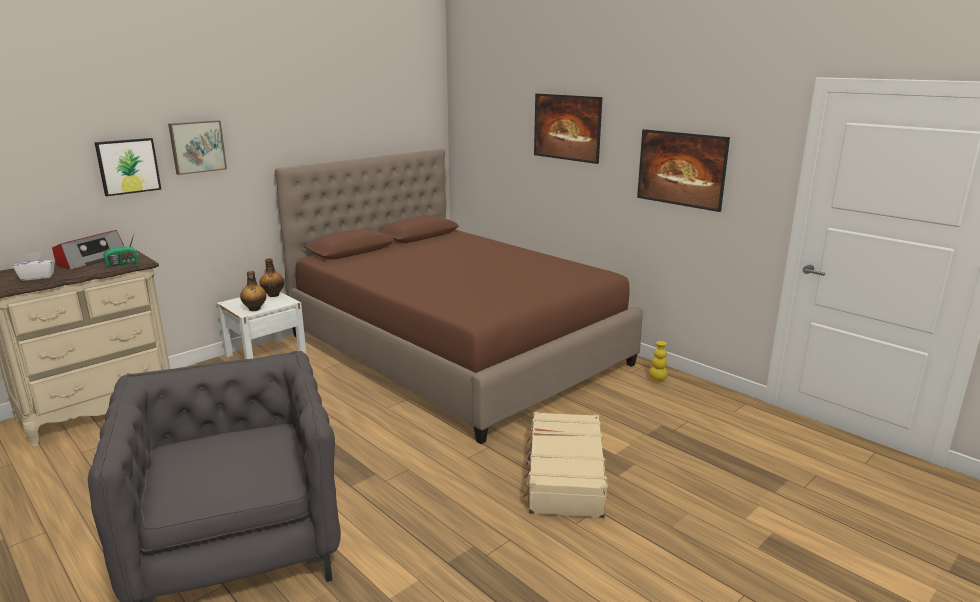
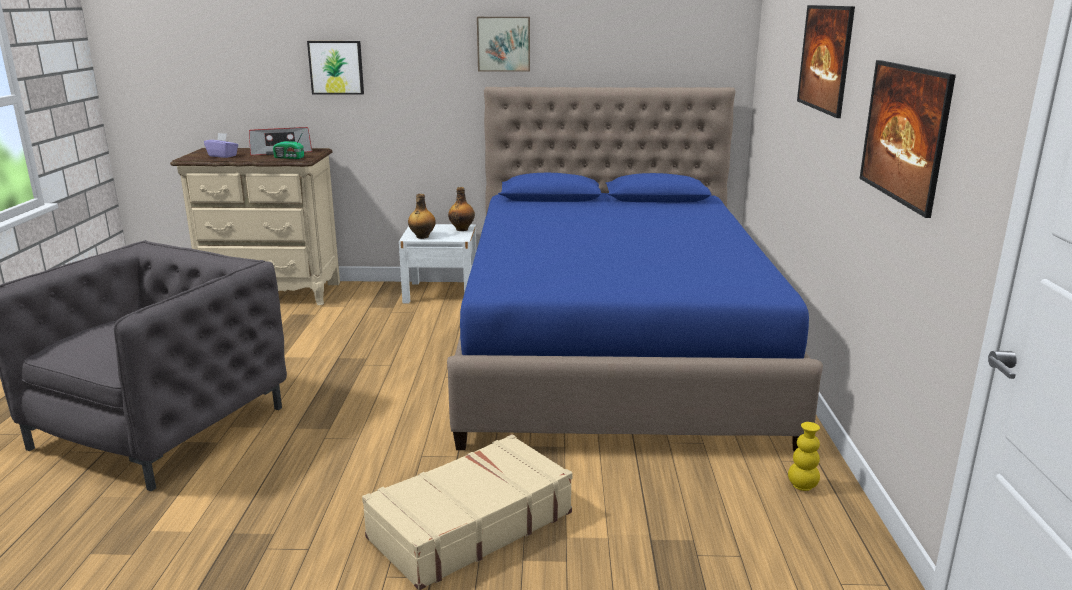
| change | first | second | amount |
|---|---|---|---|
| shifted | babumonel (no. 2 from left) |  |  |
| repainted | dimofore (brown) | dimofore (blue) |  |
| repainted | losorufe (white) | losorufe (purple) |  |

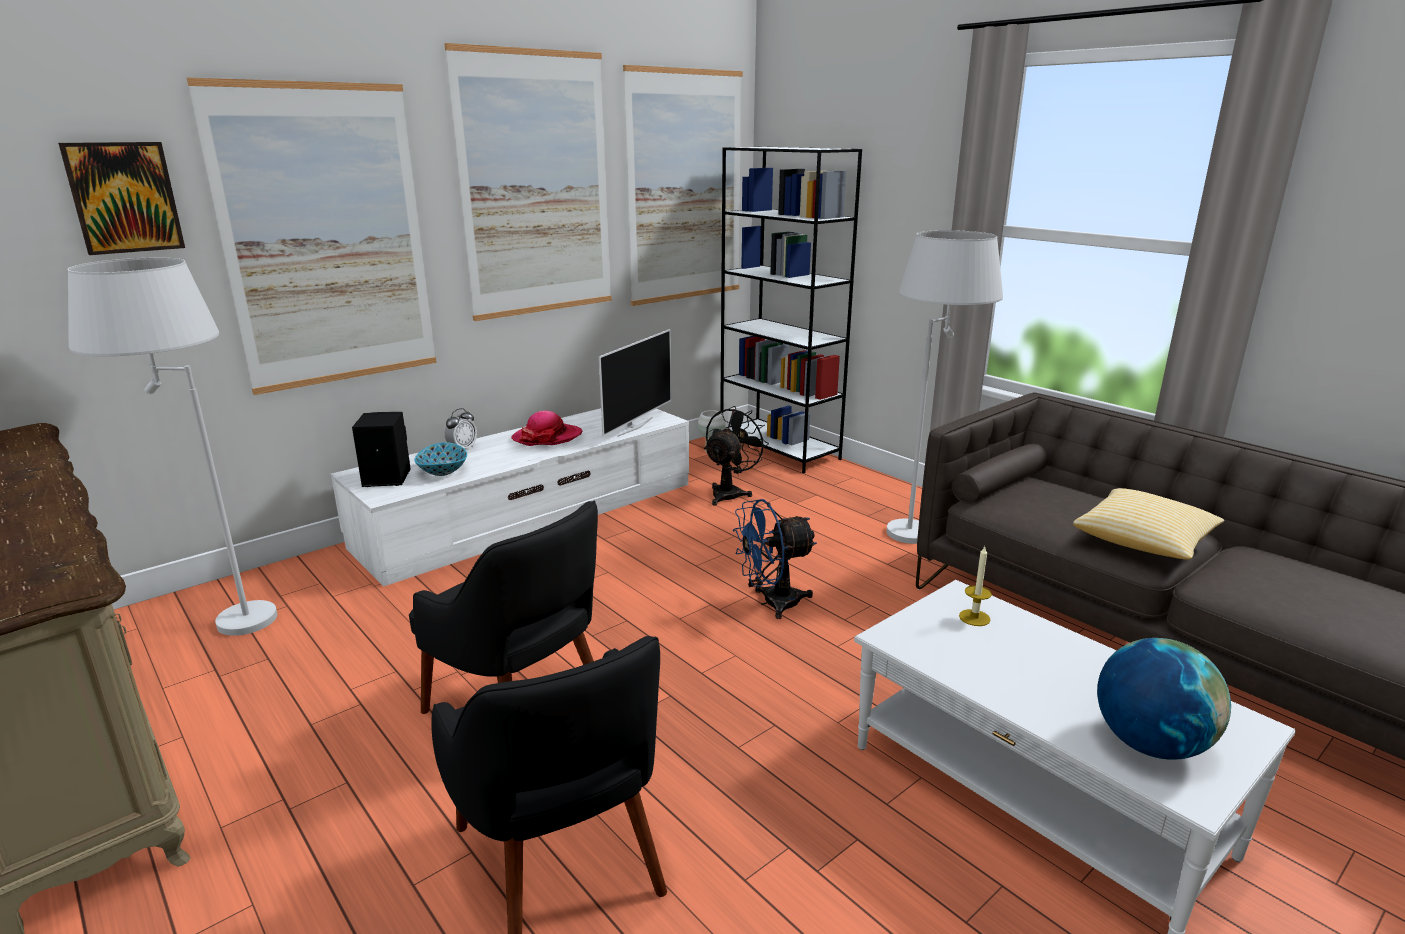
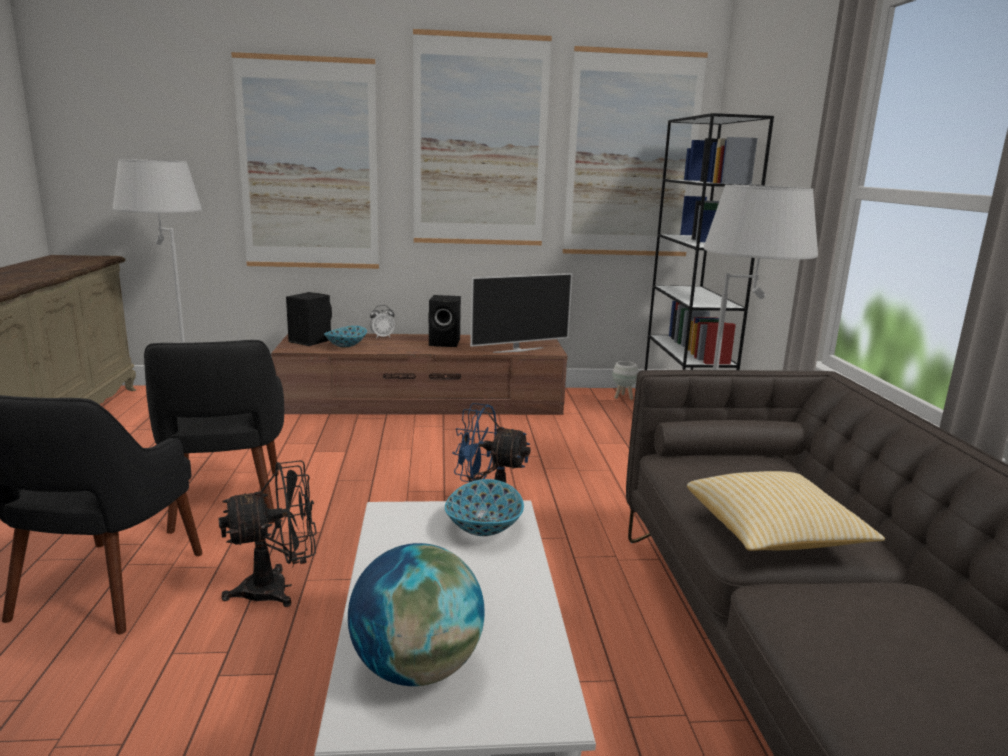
| change | first | second | amount |
|---|---|---|---|
| gone | babumonel (no. 1 from left) |  |  |
| shifted | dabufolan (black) |  |  |
| repainted | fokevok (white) | fokevok (brown) |  |
| swapped | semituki | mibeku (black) (no. 2 from left) |  |
| swapped | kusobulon | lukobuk (no. 2 from left) |  |

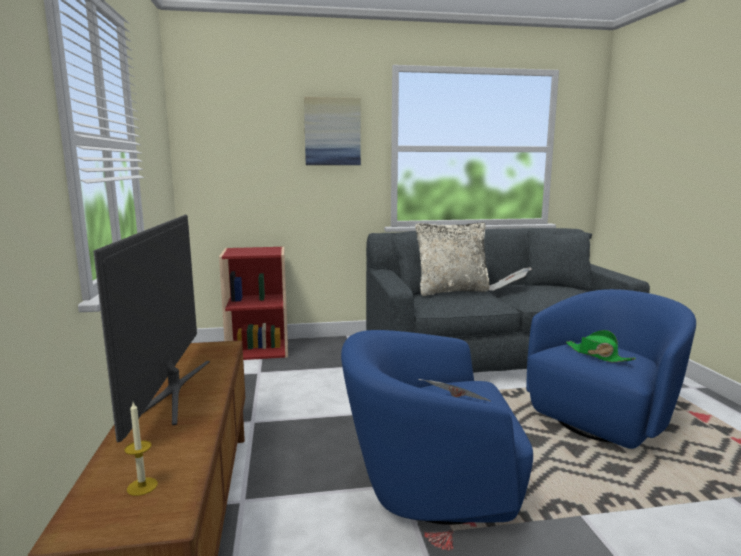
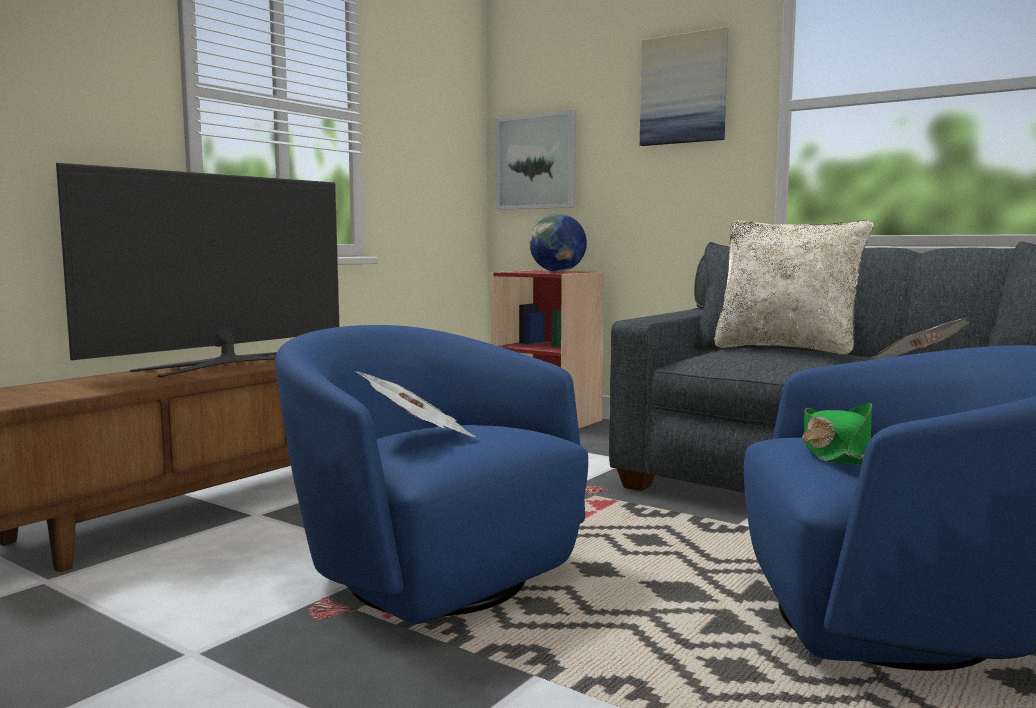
| change | first | second | amount |
|---|---|---|---|
| gone | kusobulon |  |  |
| new |  | babumonel (no. 1 from left) |  |
| new |  | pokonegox |  |

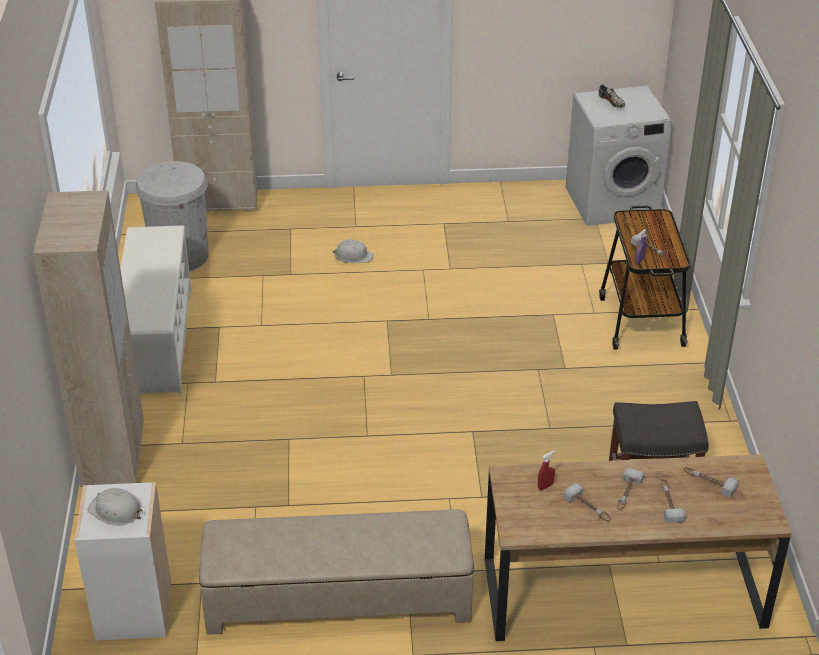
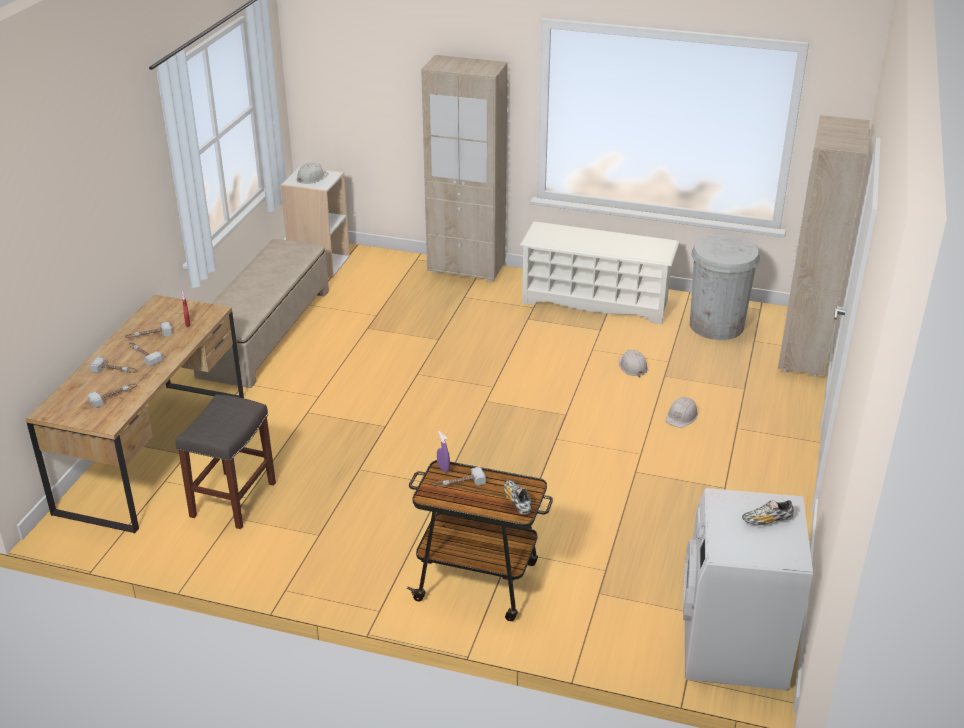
| change | first | second | amount |
|---|---|---|---|
| new |  | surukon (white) (no. 2 from left) |  |
| new |  | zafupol (no. 1 from left) |  |

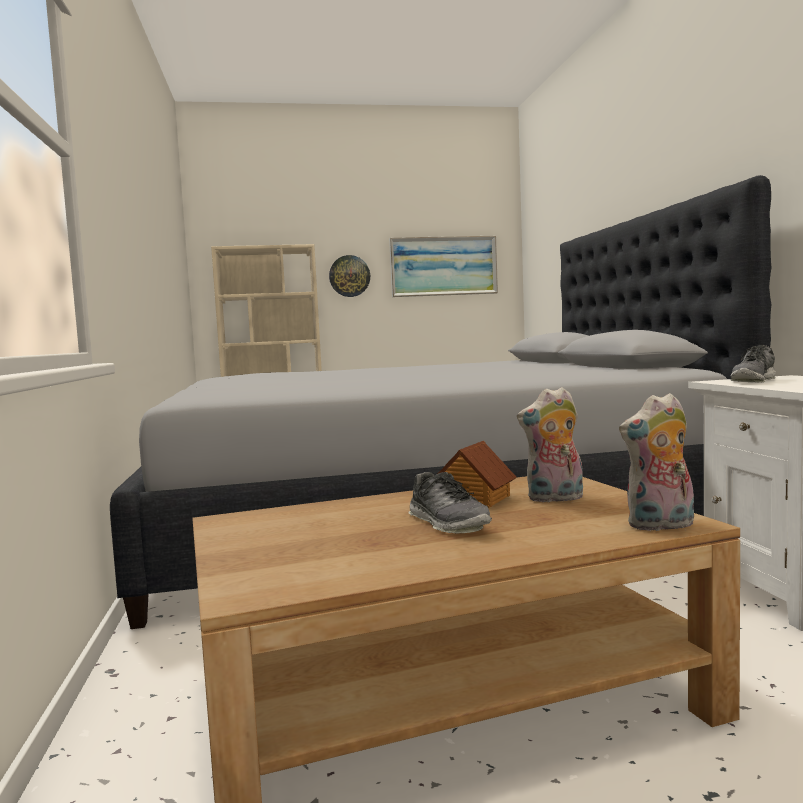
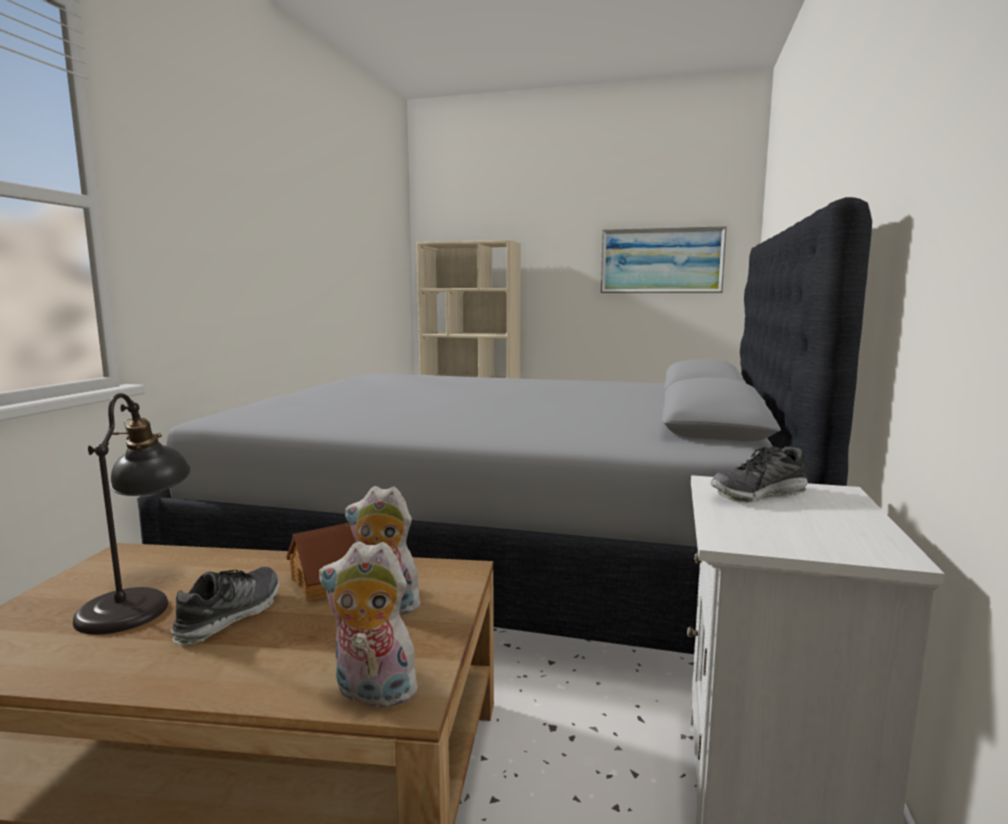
| change | first | second | amount |
|---|---|---|---|
| gone | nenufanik |  |  |
| rotated | zafupol (no. 1 from left) |  | 150 degrees counterclockwise |
| new |  | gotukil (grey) |  |

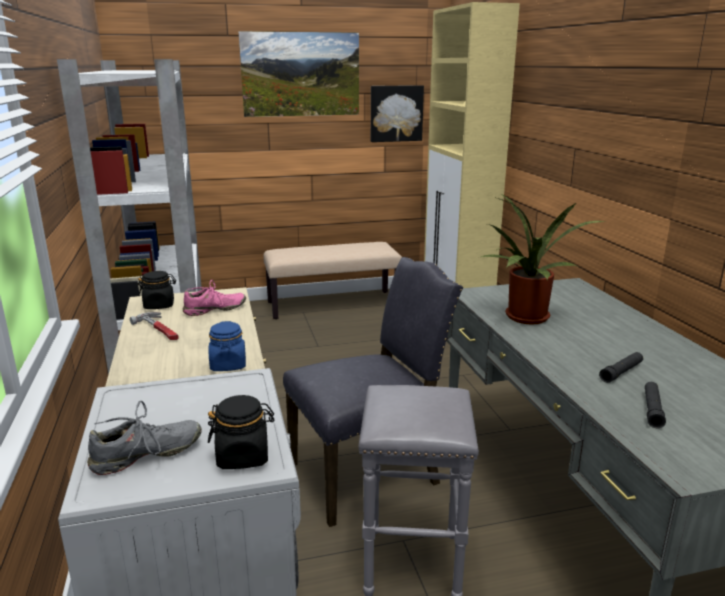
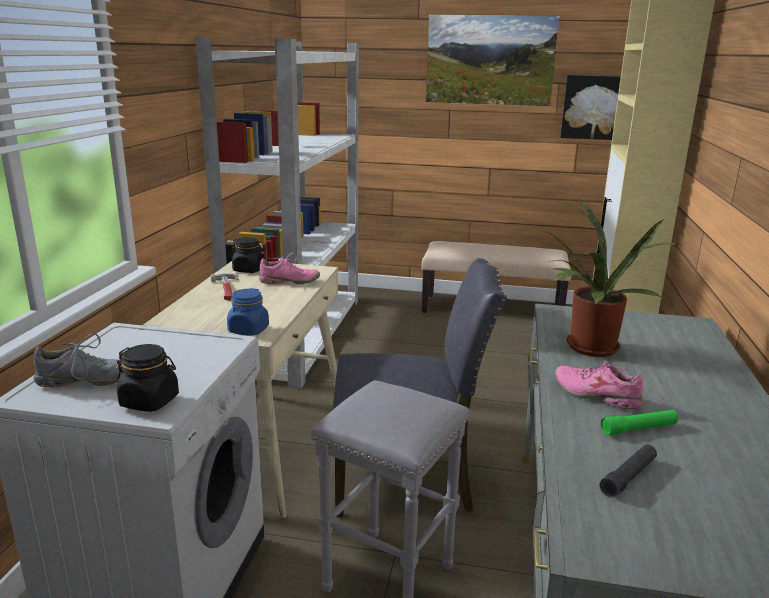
| change | first | second | amount |
|---|---|---|---|
| repainted | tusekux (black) (no. 1 from left) | tusekux (green) |  |
| new |  | zafupol (pink) (no. 2 from left) |  |

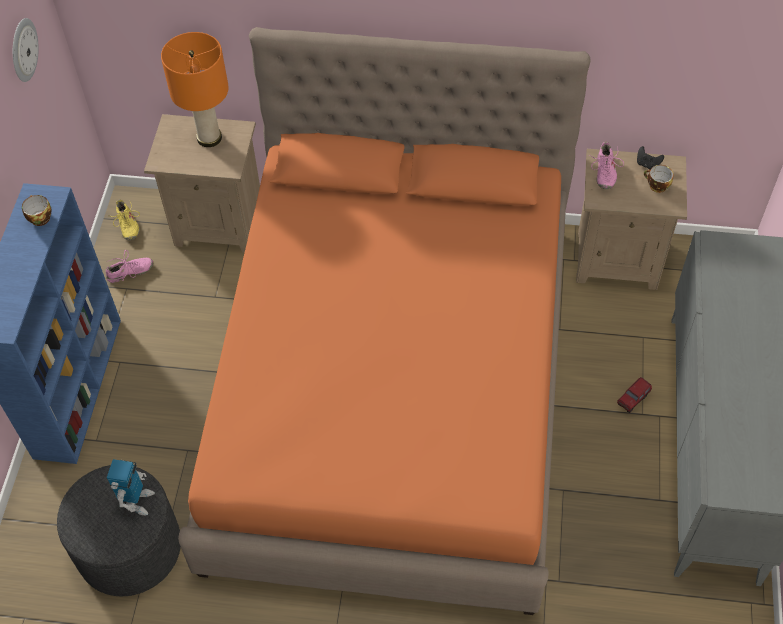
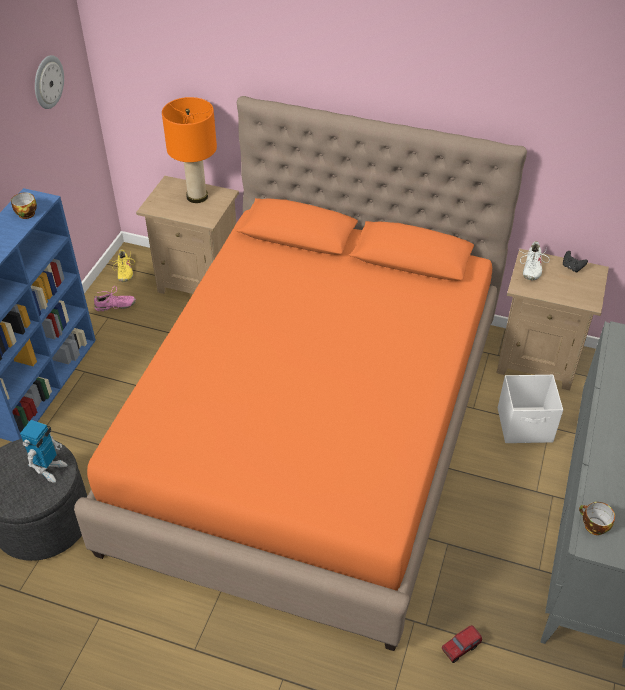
| change | first | second | amount |
|---|---|---|---|
| repainted | zafupol (pink) (no. 2 from left) | zafupol (white) |  |
| shifted | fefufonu (no. 2 from left) |  |  |
| shifted | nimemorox |  |  |
| new |  | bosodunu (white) |  |

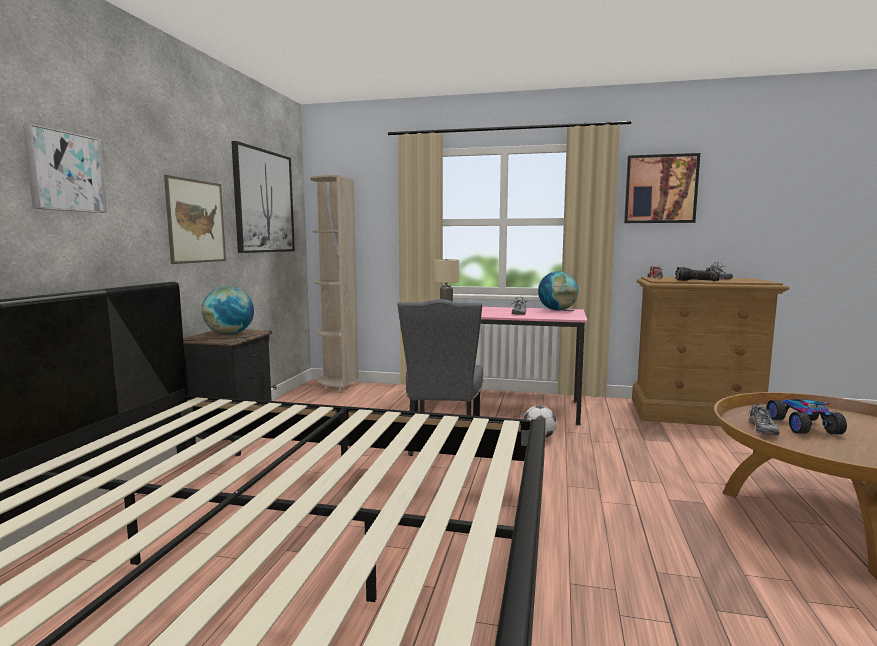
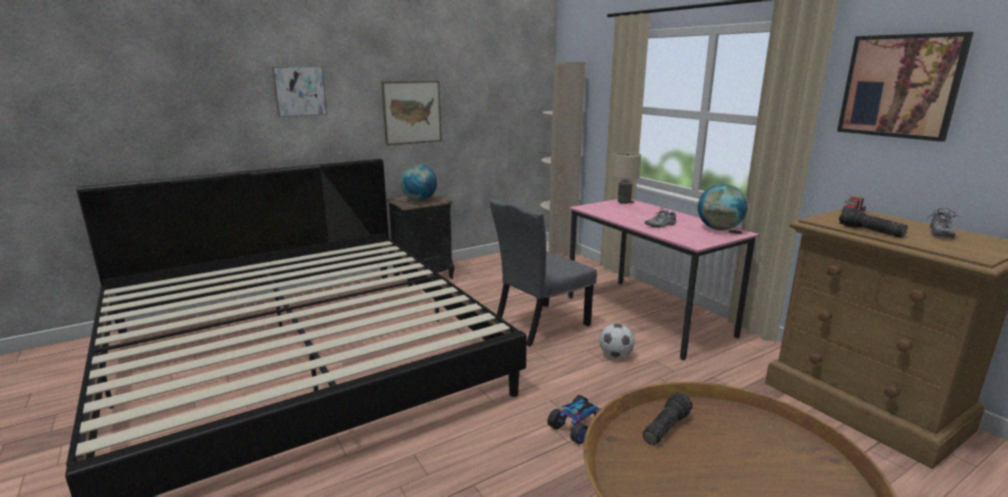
| change | first | second | amount |
|---|---|---|---|
| gone | babumonel (no. 3 from left) |  |  |
| shifted | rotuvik |  |  |
| swapped | zafupol (no. 3 from left) | tusekux (no. 1 from left) |  |

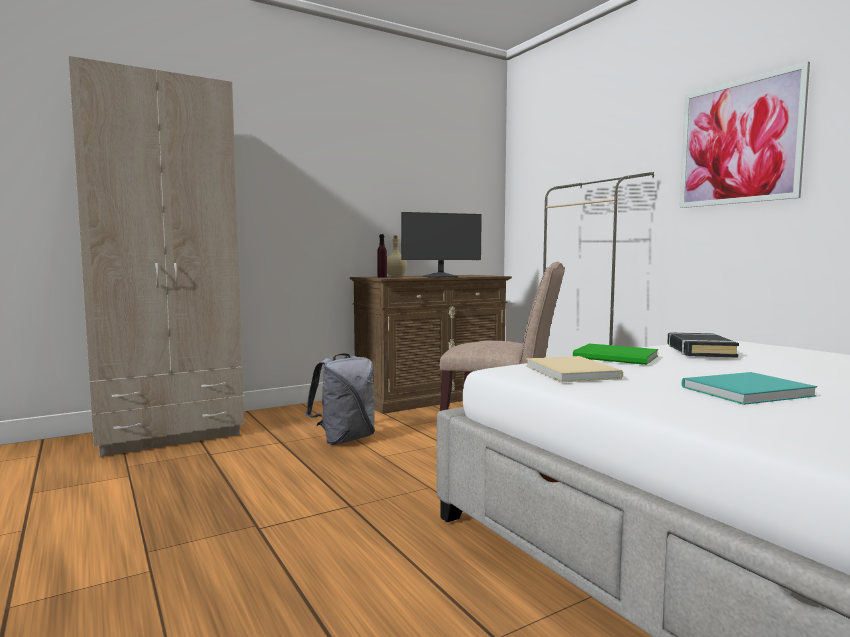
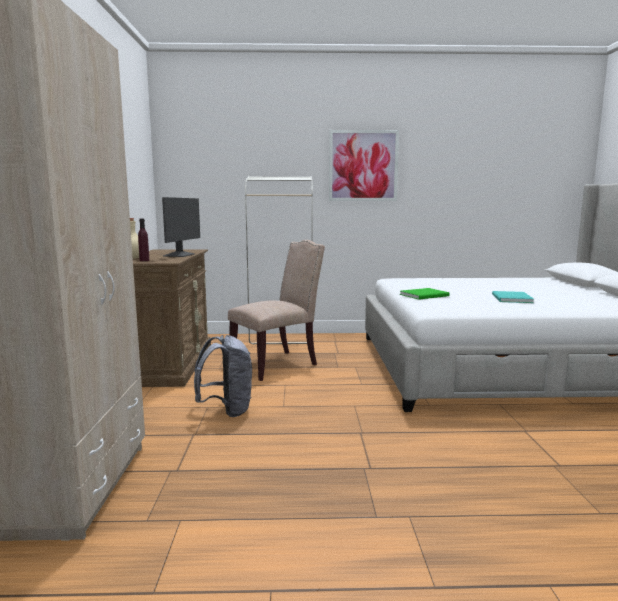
| change | first | second | amount |
|---|---|---|---|
| gone | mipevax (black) |  |  |
| gone | mipevax (beige) |  |  |

